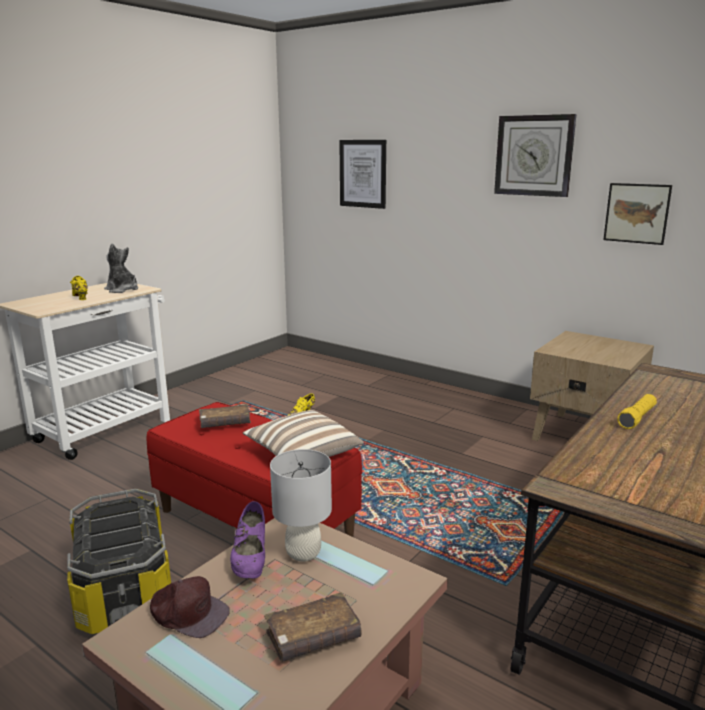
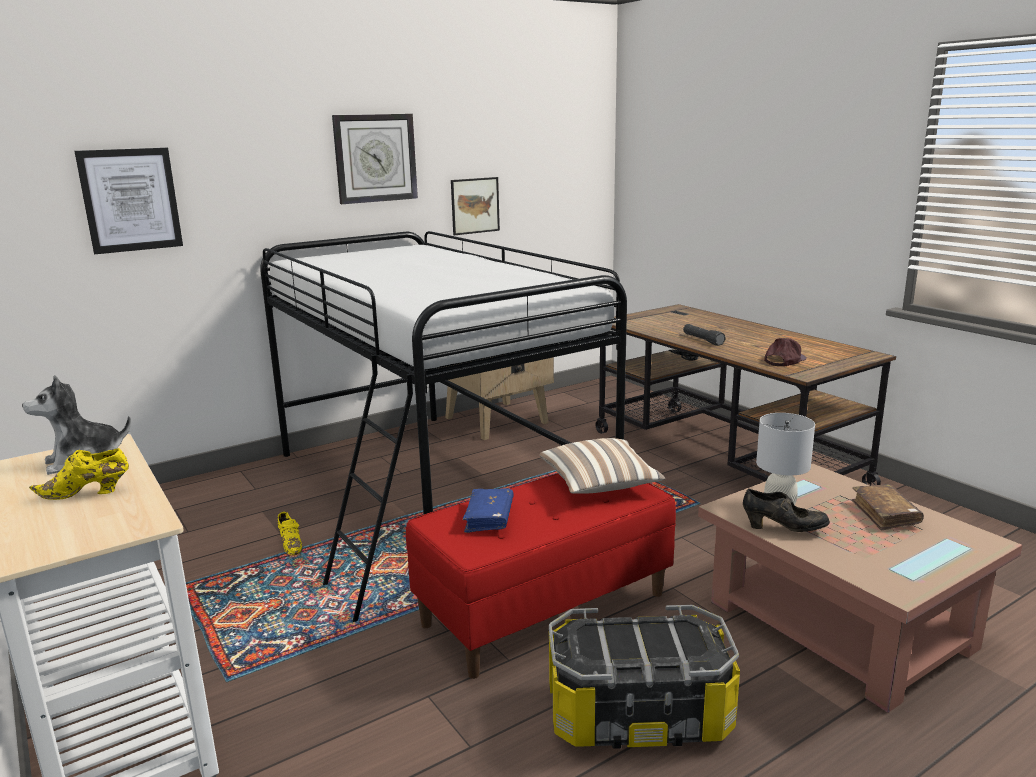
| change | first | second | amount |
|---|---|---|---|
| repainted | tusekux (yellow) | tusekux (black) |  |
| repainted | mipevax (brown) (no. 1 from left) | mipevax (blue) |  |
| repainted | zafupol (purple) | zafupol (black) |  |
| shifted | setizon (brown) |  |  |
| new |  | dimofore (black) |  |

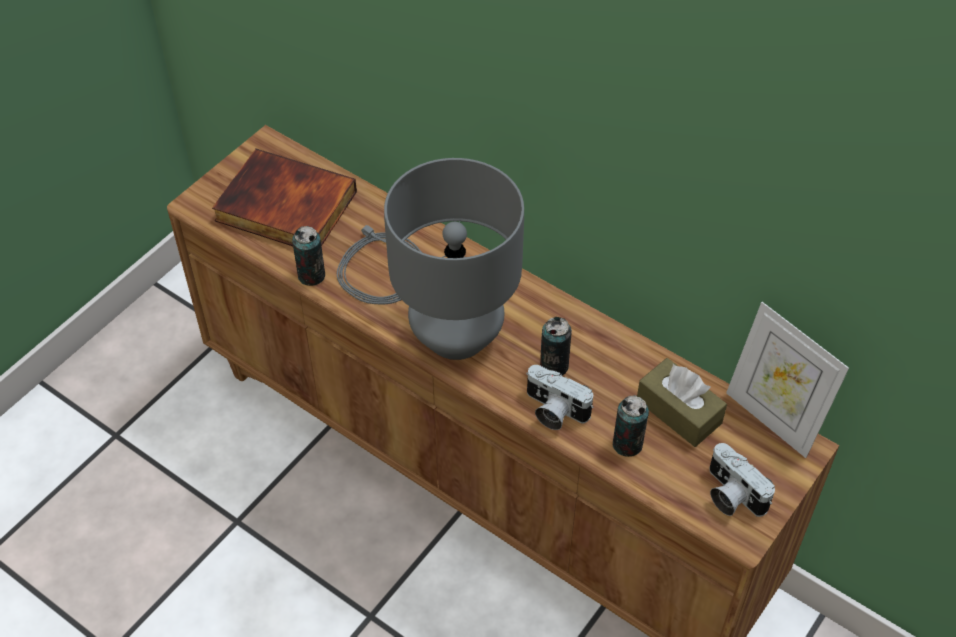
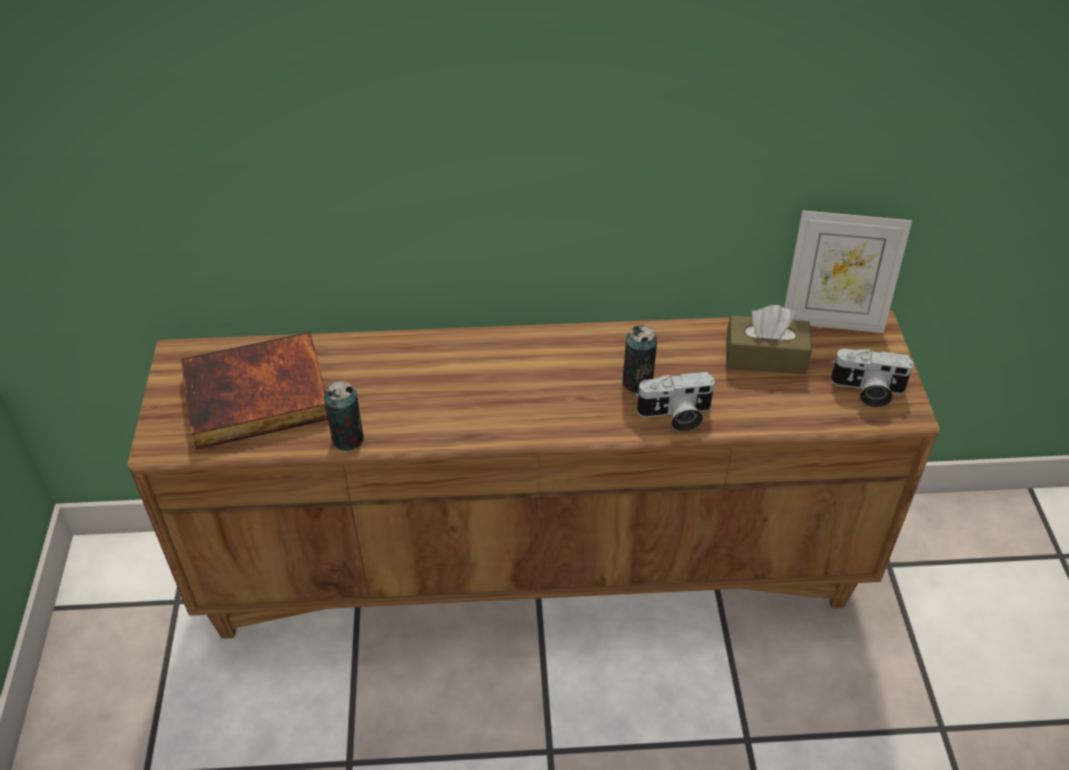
| change | first | second | amount |
|---|---|---|---|
| gone | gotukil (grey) |  |  |
| gone | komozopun (no. 3 from left) |  |  |

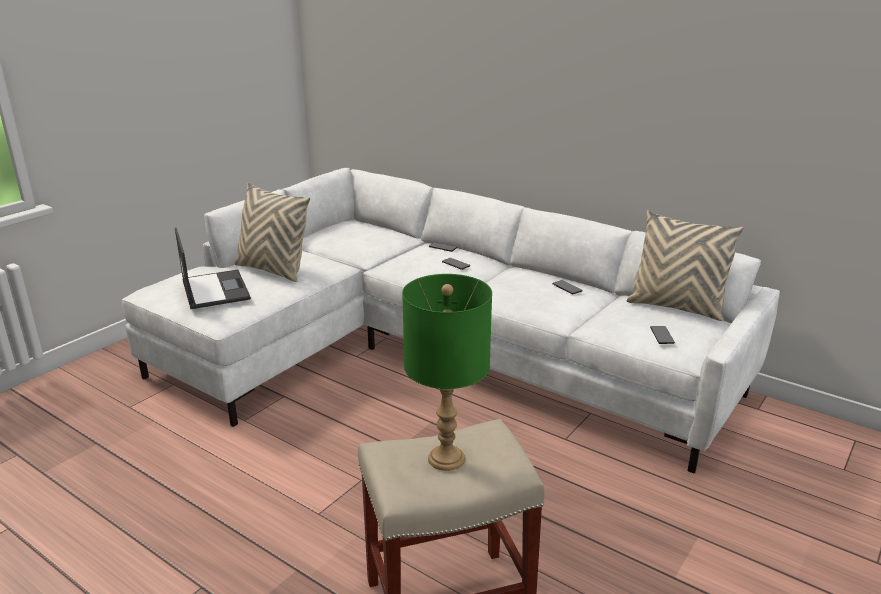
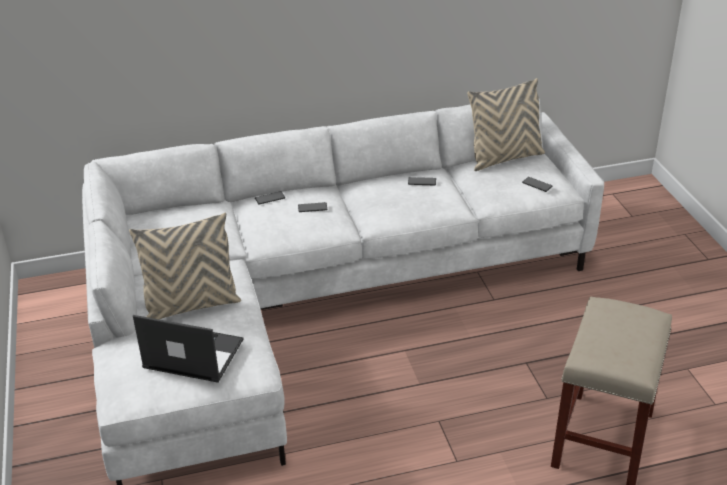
| change | first | second | amount |
|---|---|---|---|
| gone | gotukil (green) |  |  |

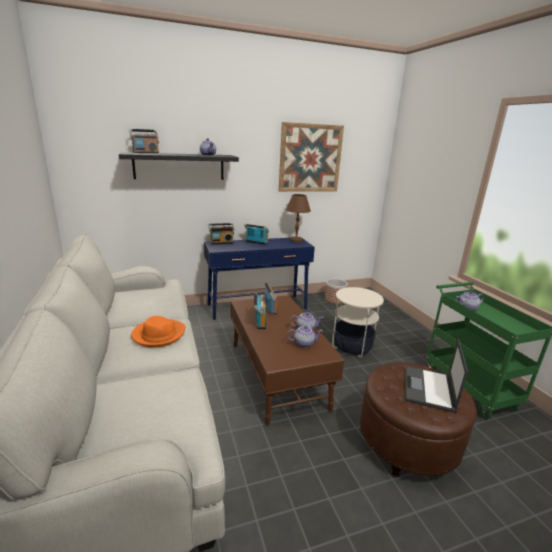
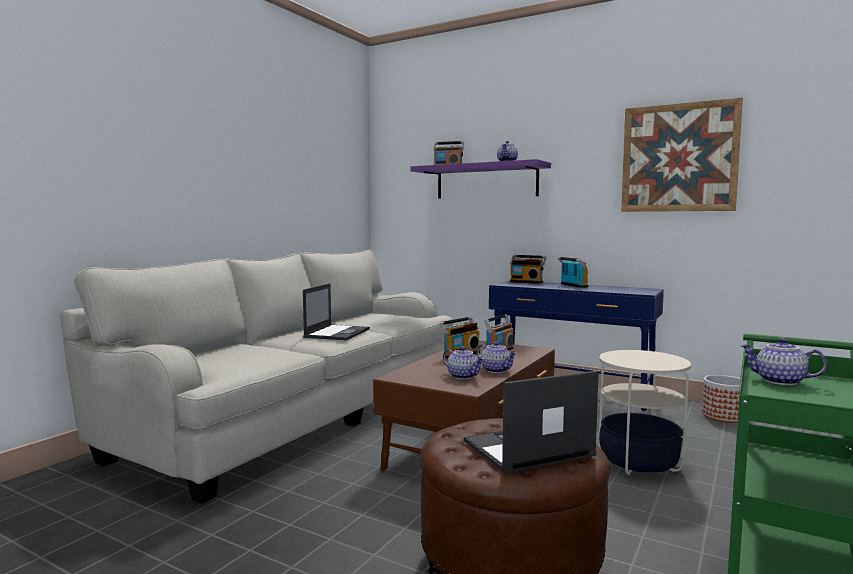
| change | first | second | amount |
|---|---|---|---|
| repainted | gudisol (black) | gudisol (purple) |  |
| gone | gotukil (brown) |  |  |
| swapped | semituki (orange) | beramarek (no. 1 from left) |  |

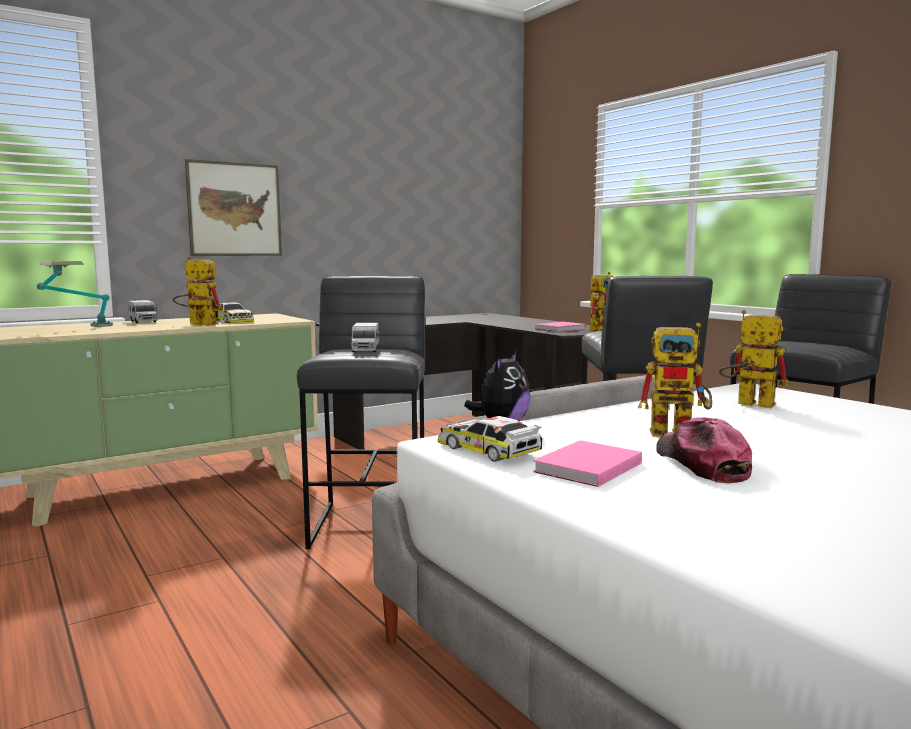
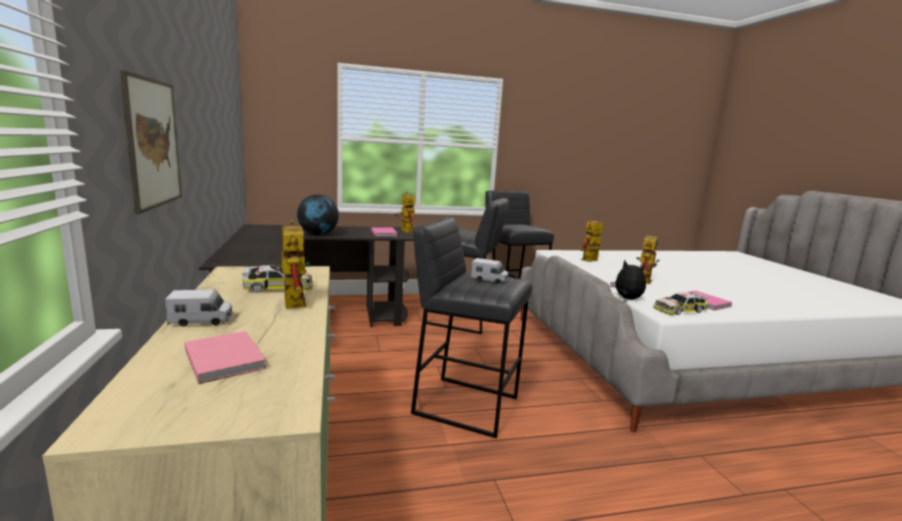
| change | first | second | amount |
|---|---|---|---|
| rotated | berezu (no. 1 from left) |  | 120 degrees clockwise |
| swapped | gotukil | mipevax (pink) (no. 1 from left) |  |
| gone | setizon |  |  |
| new |  | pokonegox |  |

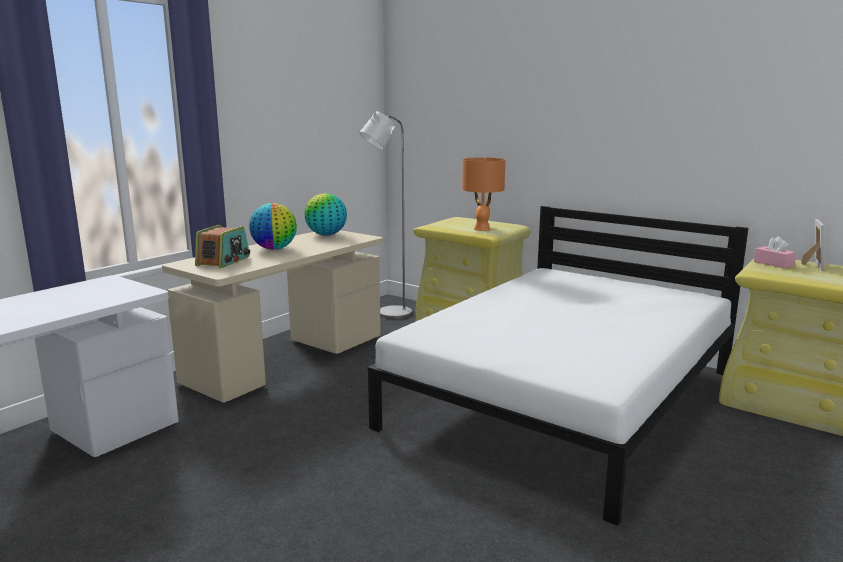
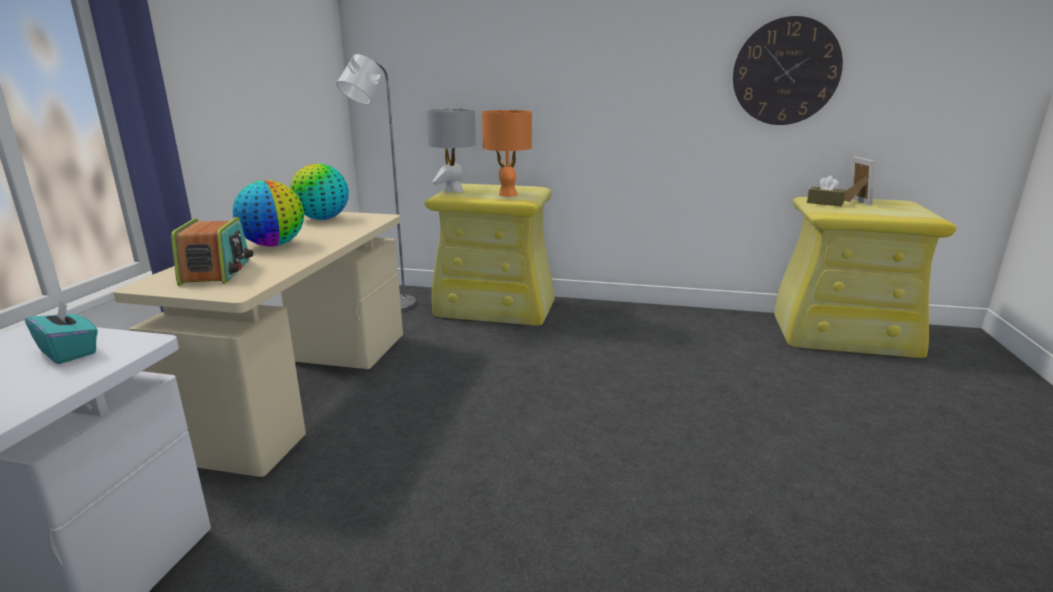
| change | first | second | amount |
|---|---|---|---|
| gone | dimofore (white) |  |  |
| repainted | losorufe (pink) | losorufe (brown) |  |
| new |  | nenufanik |  |
| new |  | gotukil (grey) |  |
| new |  | losorufe (turquoise) |  |

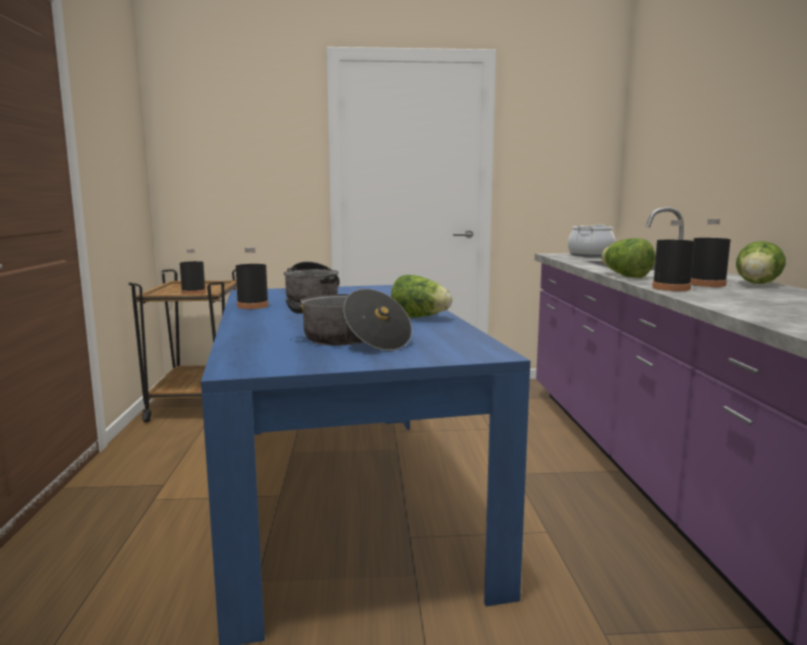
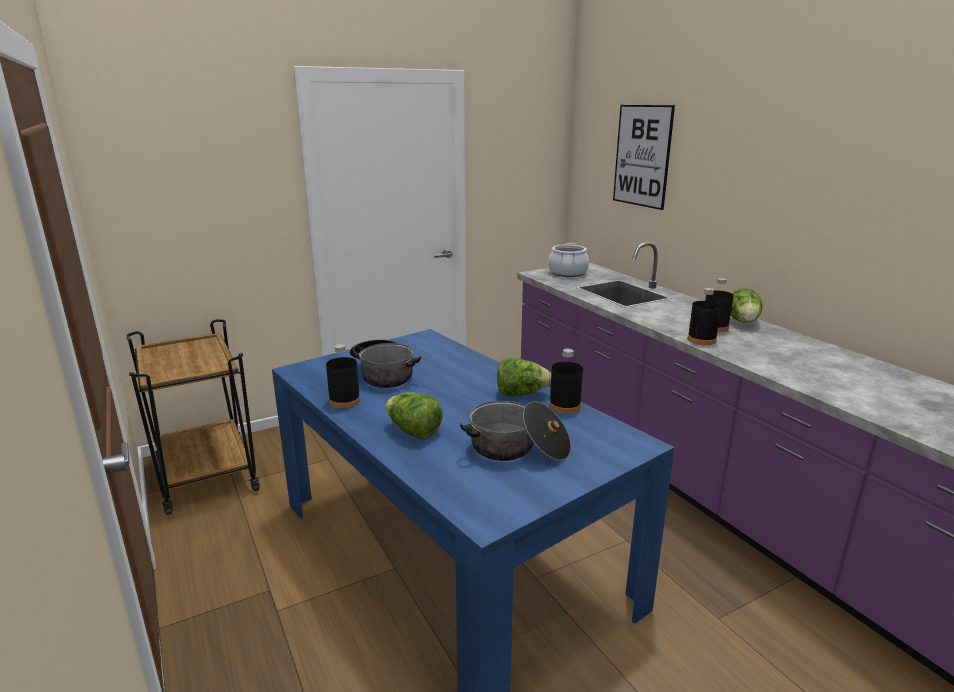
| change | first | second | amount |
|---|---|---|---|
| shifted | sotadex (no. 2 from left in the first image) | sotadex (no. 1 from left) |  |
| shifted | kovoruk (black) (no. 1 from left in the first image) | kovoruk (black) (no. 2 from left) |  |
| new |  | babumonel |  |

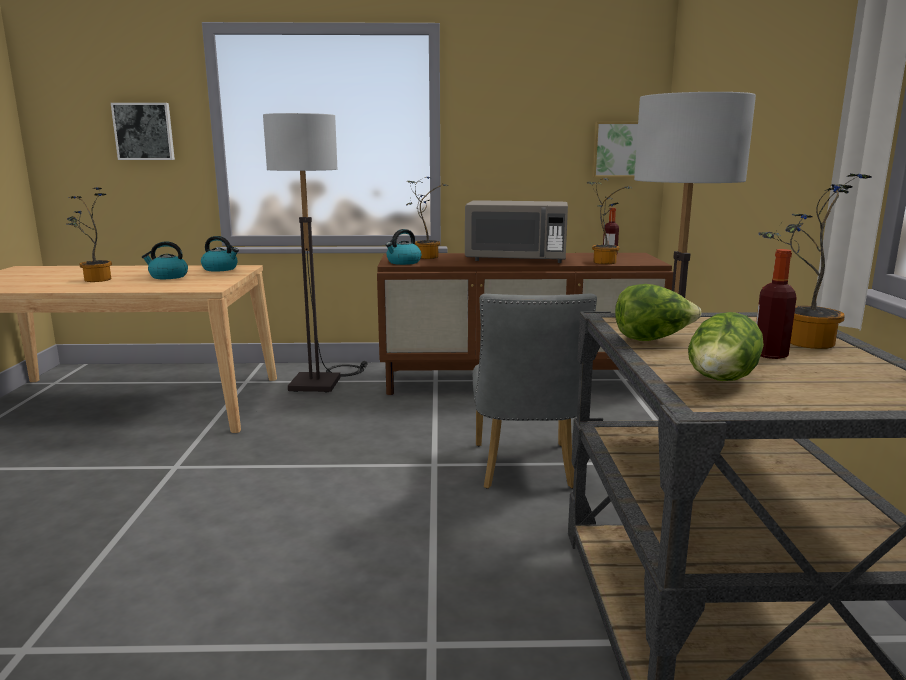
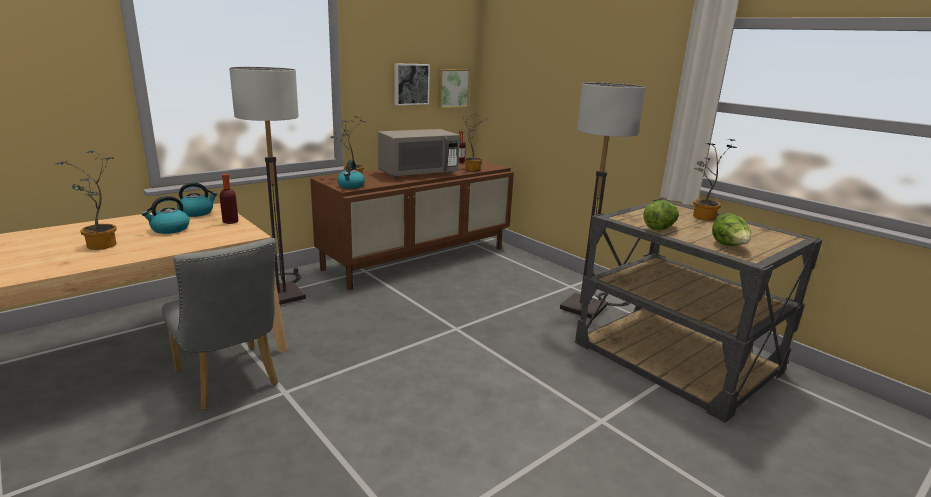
| change | first | second | amount |
|---|---|---|---|
| shifted | babumonel (no. 1 from left) |  |  |
| shifted | kovoruk (no. 2 from left in the first image) | kovoruk (no. 1 from left) |  |
| shifted | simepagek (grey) |  |  |

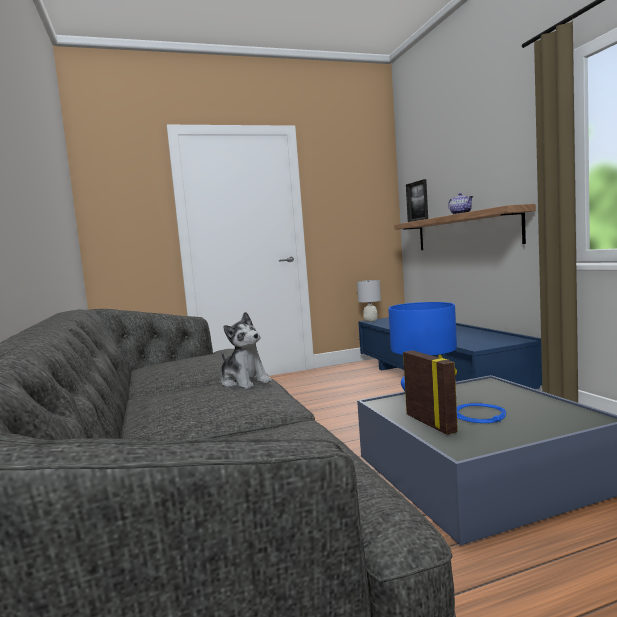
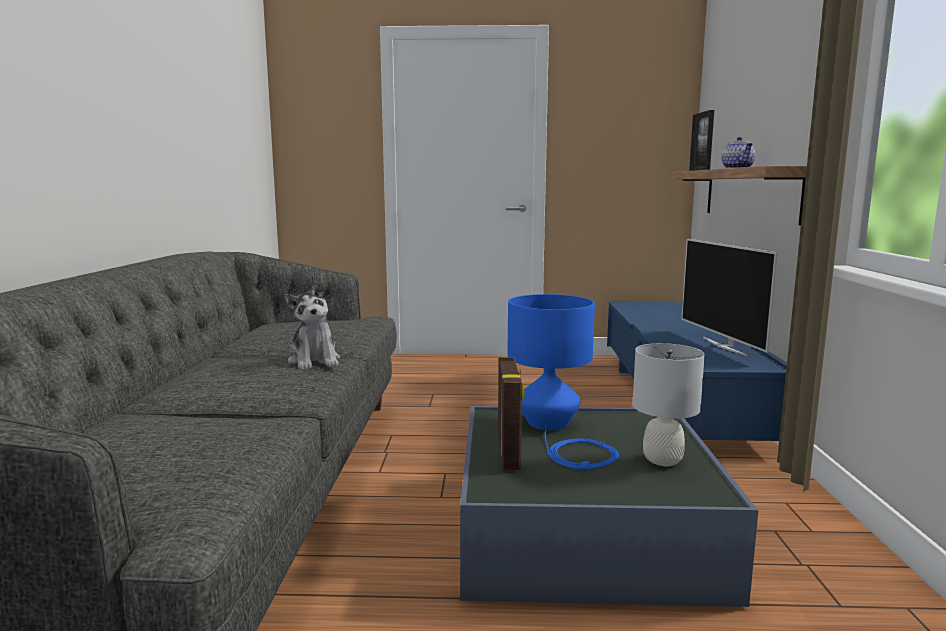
| change | first | second | amount |
|---|---|---|---|
| shifted | gotukil (grey) |  |  |
| new |  | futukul |  |

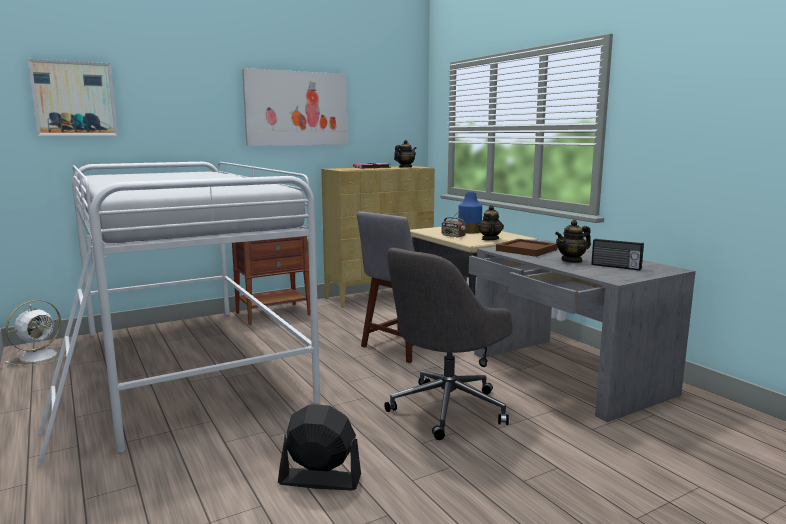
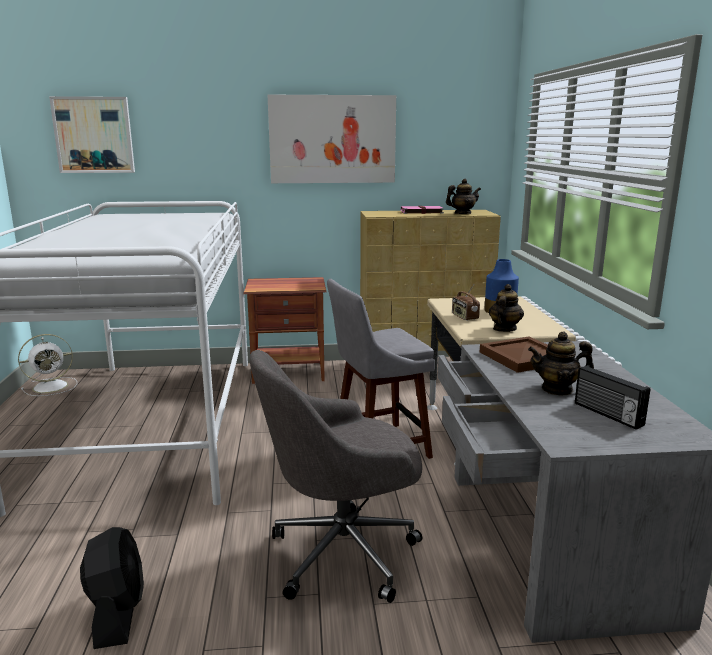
| change | first | second | amount |
|---|---|---|---|
| rotated | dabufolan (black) |  | 45 degrees clockwise |

